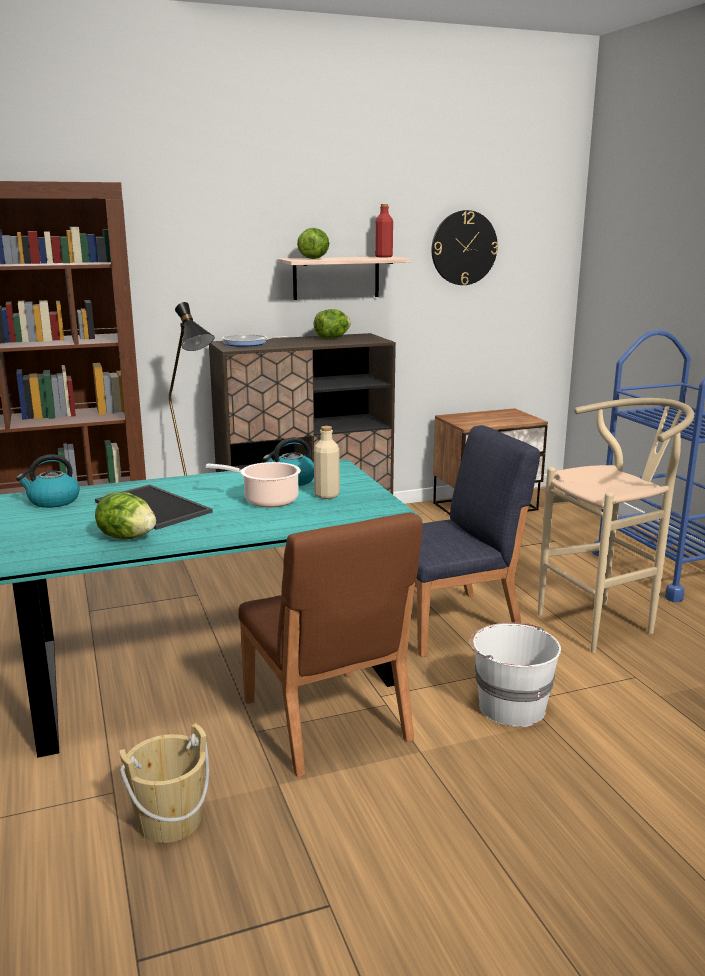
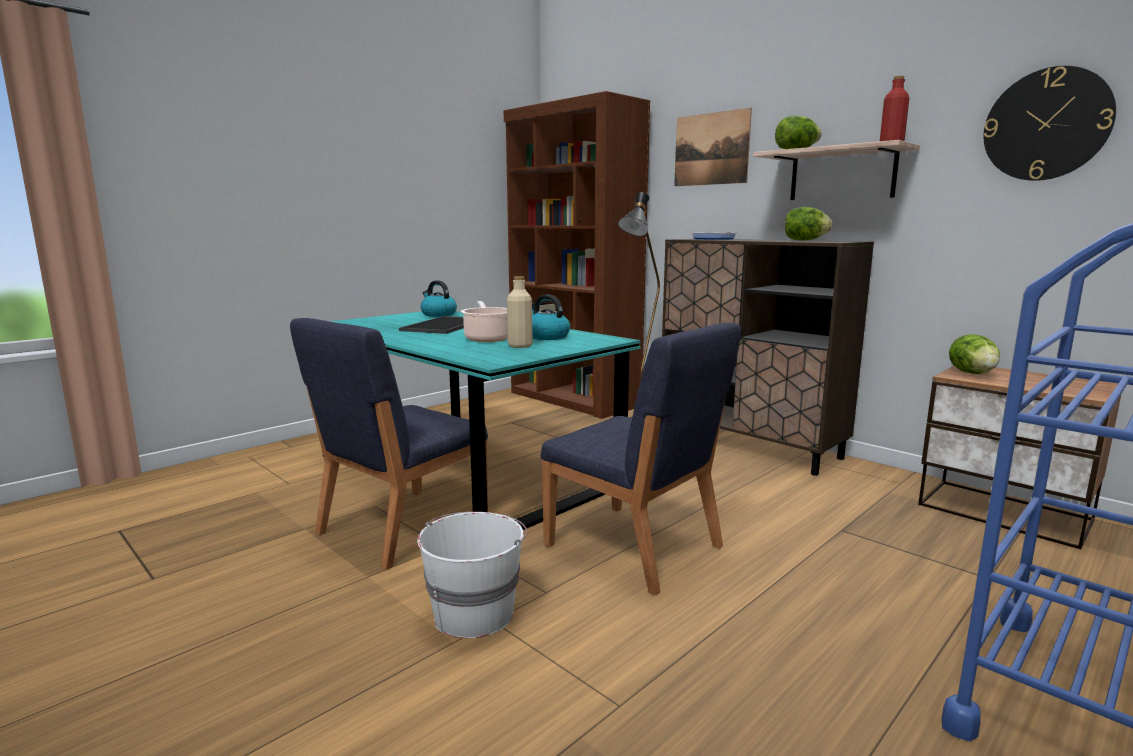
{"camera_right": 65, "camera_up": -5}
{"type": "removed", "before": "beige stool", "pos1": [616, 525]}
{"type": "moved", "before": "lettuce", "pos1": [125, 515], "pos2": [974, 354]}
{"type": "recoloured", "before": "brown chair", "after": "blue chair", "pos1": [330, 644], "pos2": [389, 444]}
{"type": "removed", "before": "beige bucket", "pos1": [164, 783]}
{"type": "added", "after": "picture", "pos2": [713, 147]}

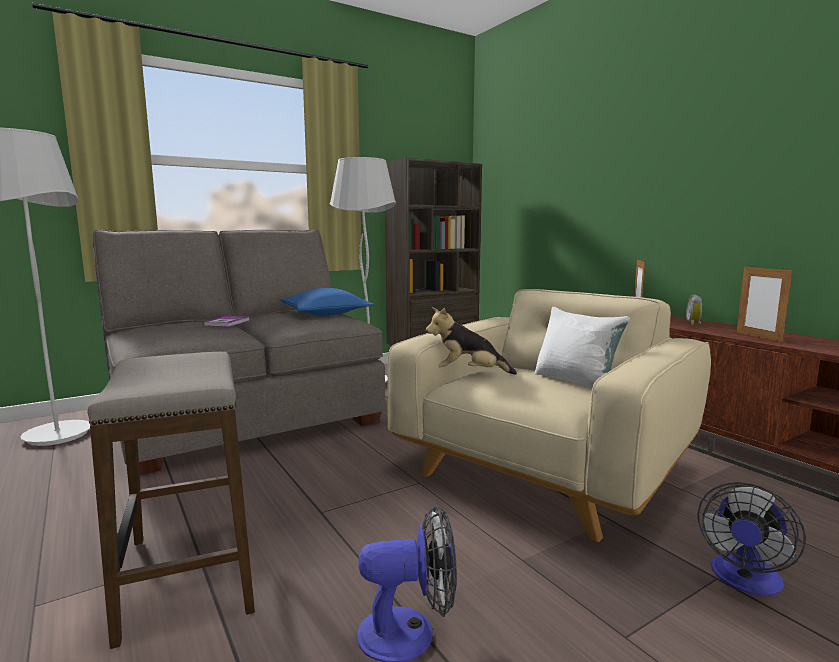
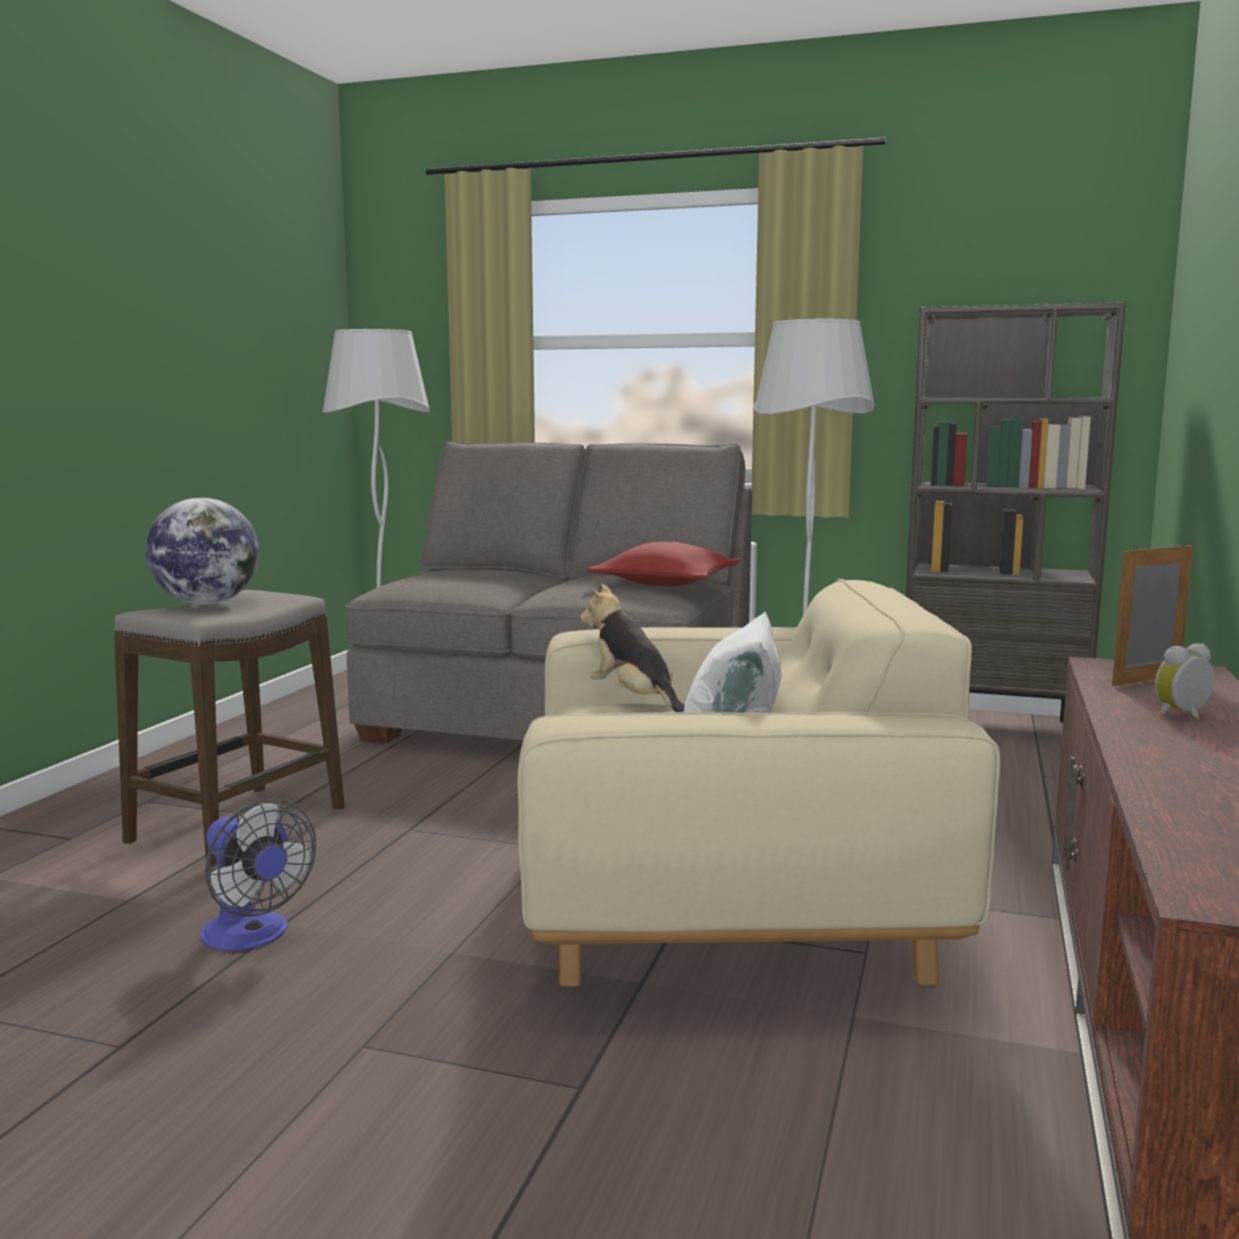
{"camera_right": 50, "camera_up": 0}
{"type": "removed", "before": "picture frame", "pos1": [764, 303]}
{"type": "recoloured", "before": "blue pillow", "after": "red pillow", "pos1": [328, 301], "pos2": [664, 563]}
{"type": "removed", "before": "book", "pos1": [226, 321]}
{"type": "removed", "before": "fan", "pos1": [752, 539]}
{"type": "added", "after": "globe", "pos2": [202, 551]}

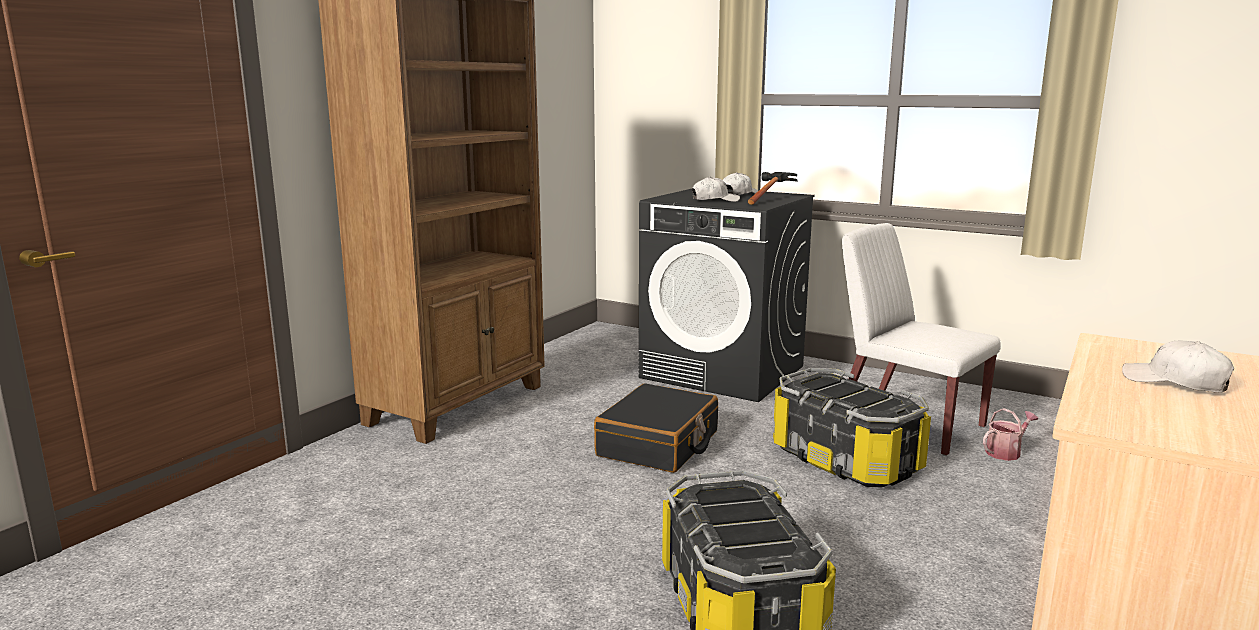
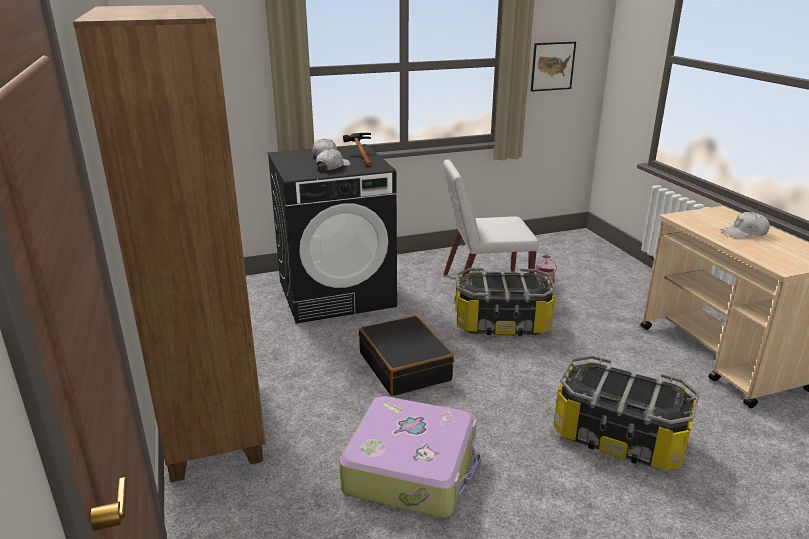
{"camera_right": -50, "camera_up": 10}
{"type": "added", "after": "picture", "pos2": [553, 67]}
{"type": "added", "after": "suitcase", "pos2": [410, 457]}

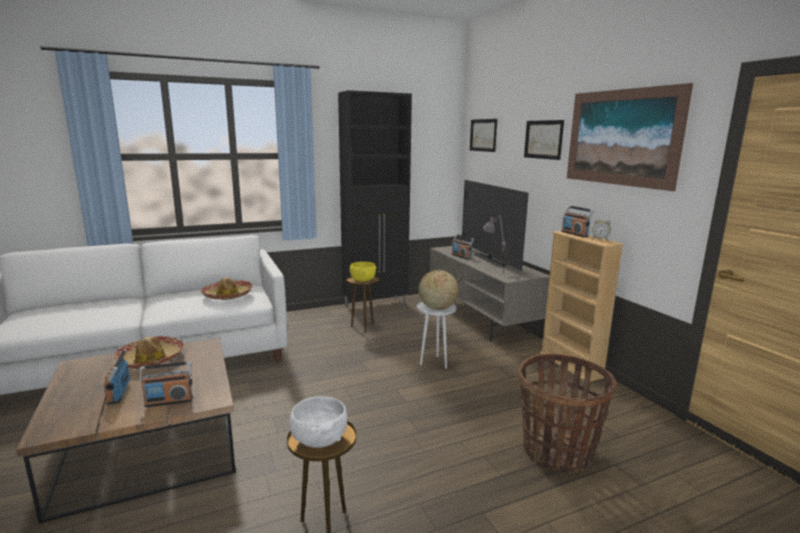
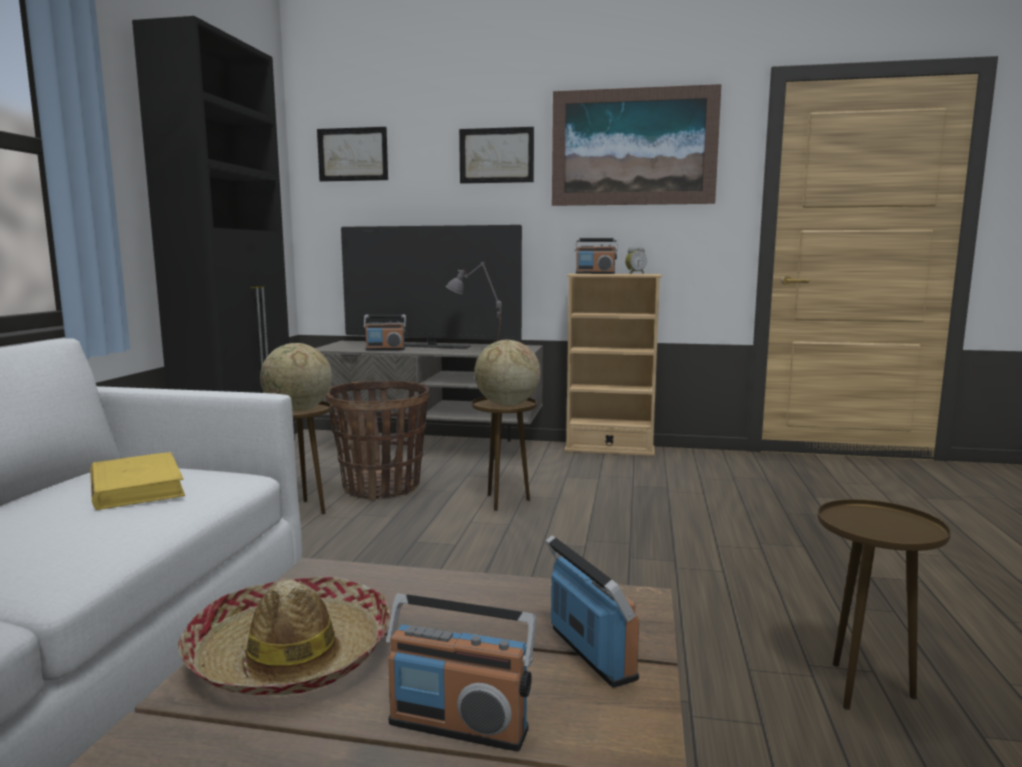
{"camera_right": -55, "camera_up": -5}
{"type": "replaced", "before": "yellow bowl", "after": "globe", "pos1": [363, 272], "pos2": [296, 377]}
{"type": "replaced", "before": "hat", "after": "yellow book", "pos1": [227, 288], "pos2": [137, 481]}
{"type": "recoloured", "before": "white side table", "after": "brown side table", "pos1": [437, 335], "pos2": [504, 454]}
{"type": "moved", "before": "basket", "pos1": [567, 413], "pos2": [377, 440]}
{"type": "turned", "before": "radio", "pos1": [166, 384], "pos2": [592, 611], "turn": -45}
{"type": "removed", "before": "white bowl", "pos1": [318, 422]}

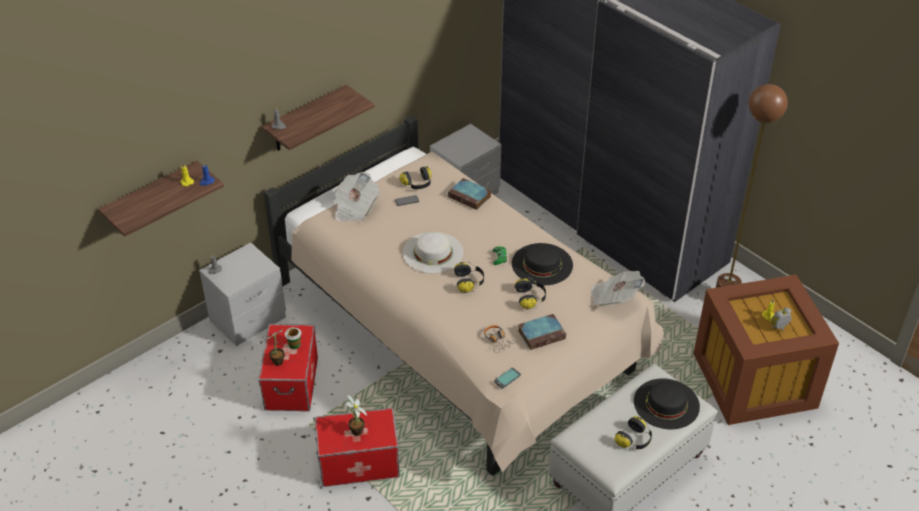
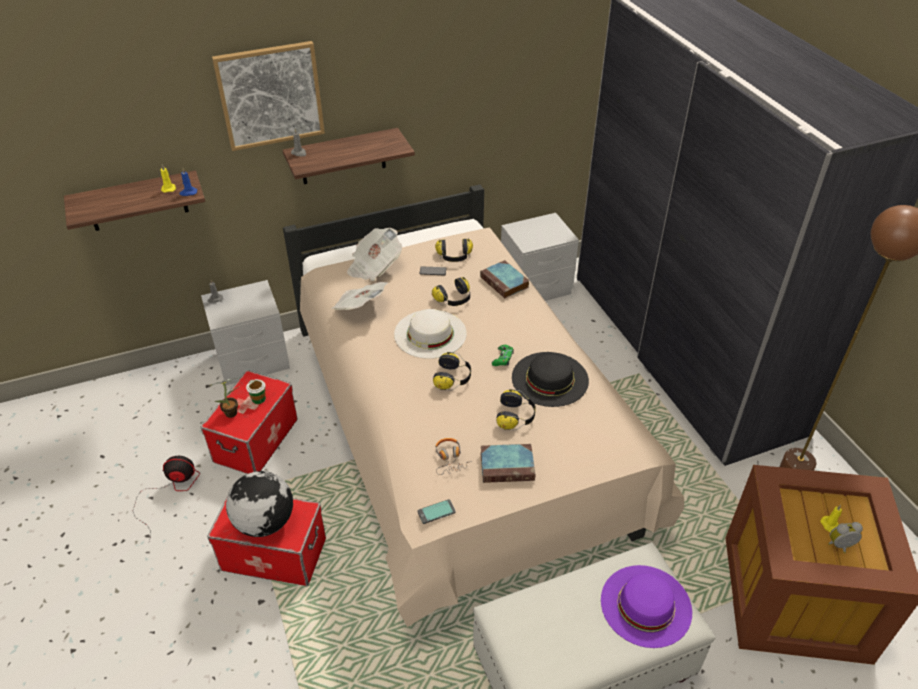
{"camera_right": 20, "camera_up": 0}
{"type": "moved", "before": "newspaper", "pos1": [618, 288], "pos2": [359, 296]}
{"type": "recoloured", "before": "black hat", "after": "purple hat", "pos1": [667, 403], "pos2": [646, 606]}
{"type": "replaced", "before": "potted plant", "after": "globe", "pos1": [356, 415], "pos2": [259, 504]}
{"type": "moved", "before": "headphones", "pos1": [633, 433], "pos2": [451, 291]}
{"type": "added", "after": "picture", "pos2": [268, 96]}
{"type": "added", "after": "fan", "pos2": [166, 498]}

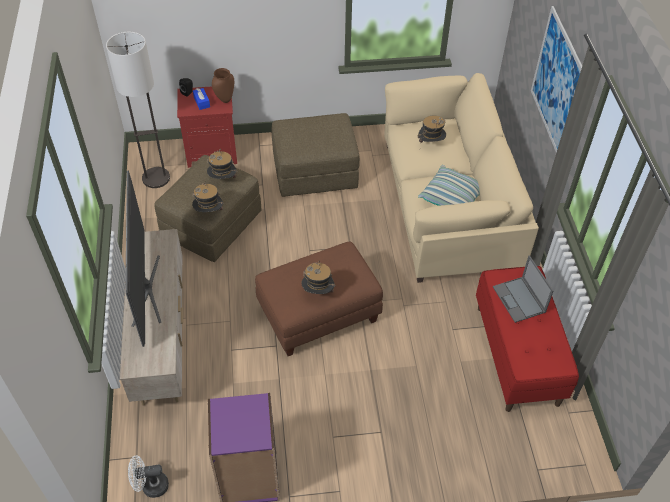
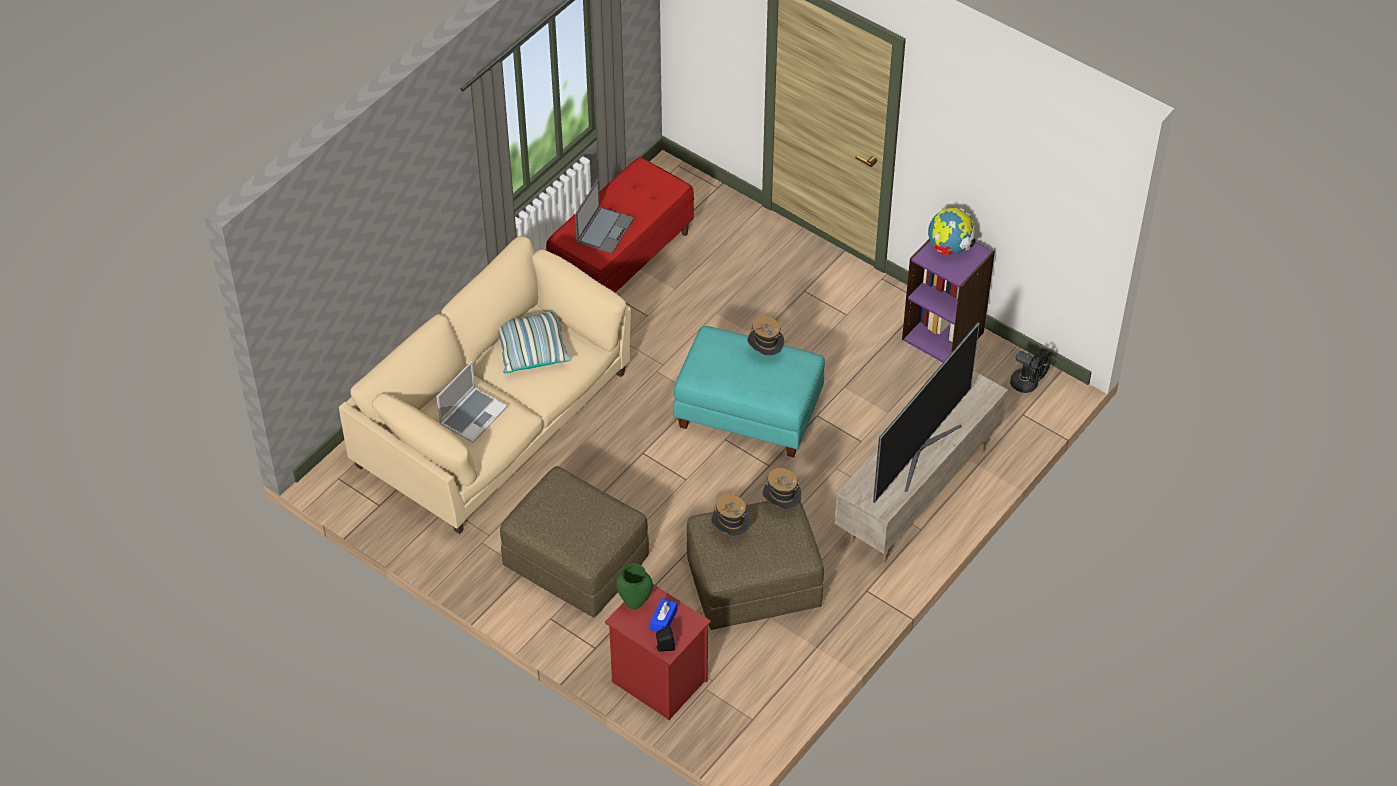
{"camera_right": -135, "camera_up": 0}
{"type": "removed", "before": "picture", "pos1": [556, 79]}
{"type": "removed", "before": "floor lamp", "pos1": [138, 109]}
{"type": "recoloured", "before": "brown vase", "after": "green vase", "pos1": [223, 85], "pos2": [634, 586]}
{"type": "replaced", "before": "hat", "after": "laptop", "pos1": [431, 130], "pos2": [472, 402]}
{"type": "recoloured", "before": "brown ottoman", "after": "turquoise ottoman", "pos1": [319, 298], "pos2": [749, 391]}
{"type": "recoloured", "before": "white fan", "after": "black fan", "pos1": [148, 476], "pos2": [1030, 371]}
{"type": "added", "after": "globe", "pos2": [951, 231]}

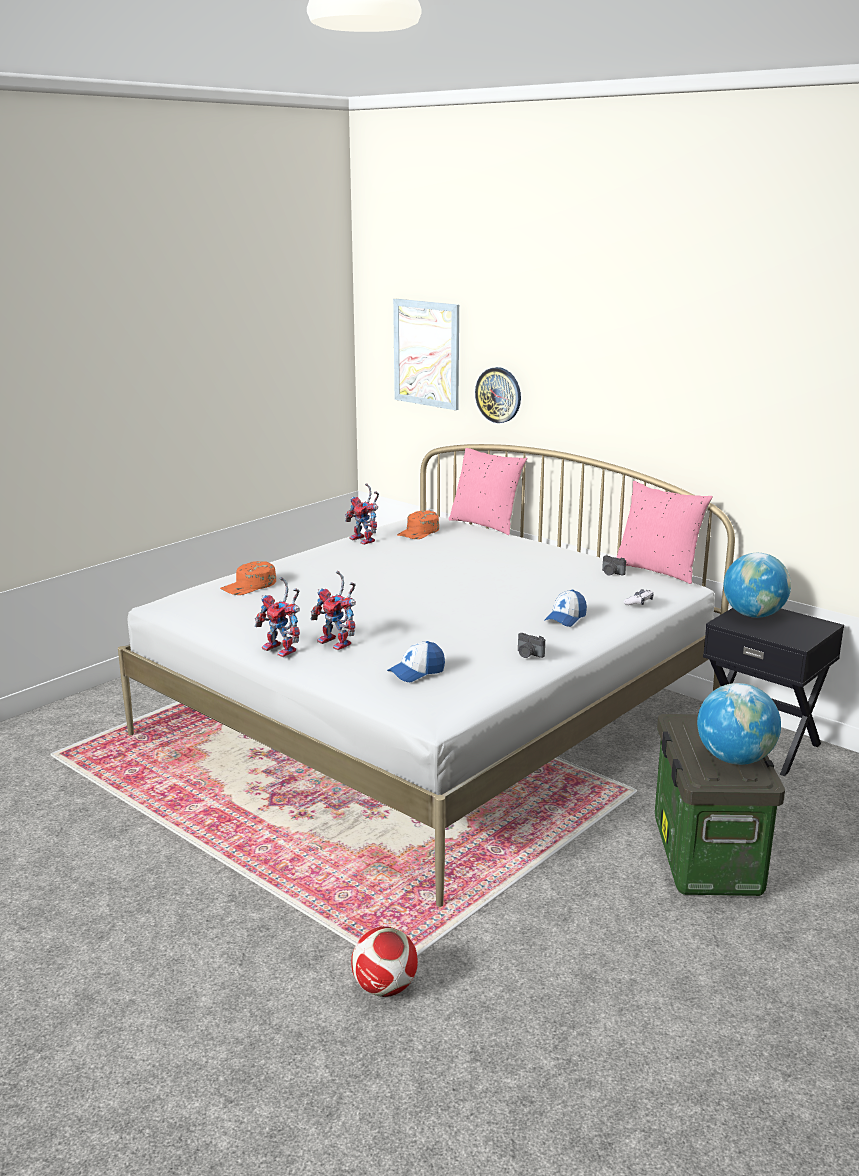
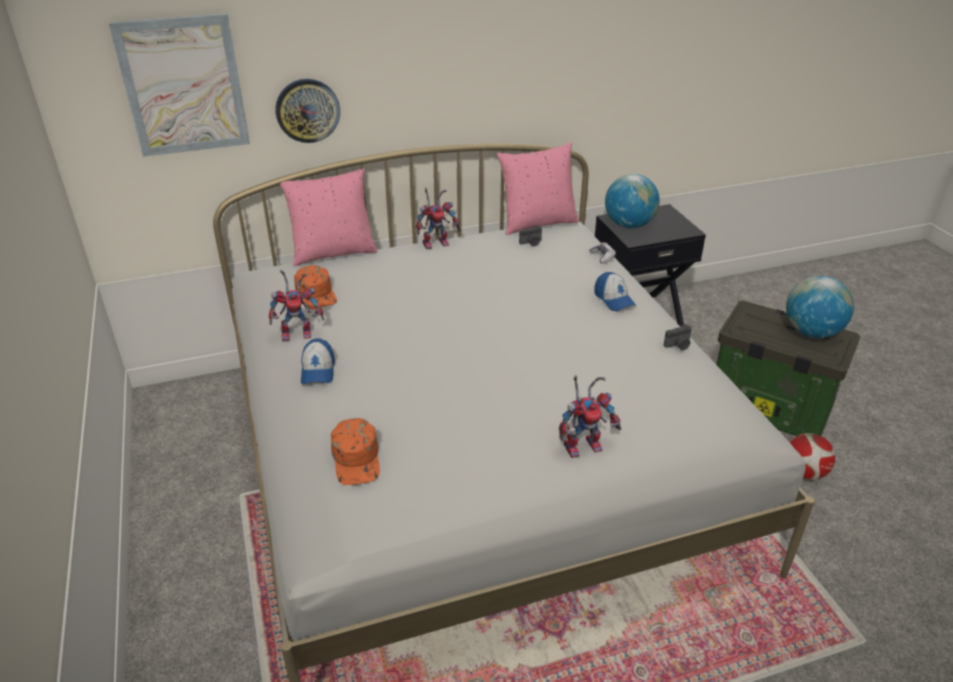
{"camera_right": -60, "camera_up": 15}
{"type": "moved", "before": "toy robot", "pos1": [277, 617], "pos2": [438, 218]}
{"type": "moved", "before": "cap", "pos1": [416, 661], "pos2": [318, 361]}
{"type": "moved", "before": "football", "pos1": [384, 961], "pos2": [812, 456]}

